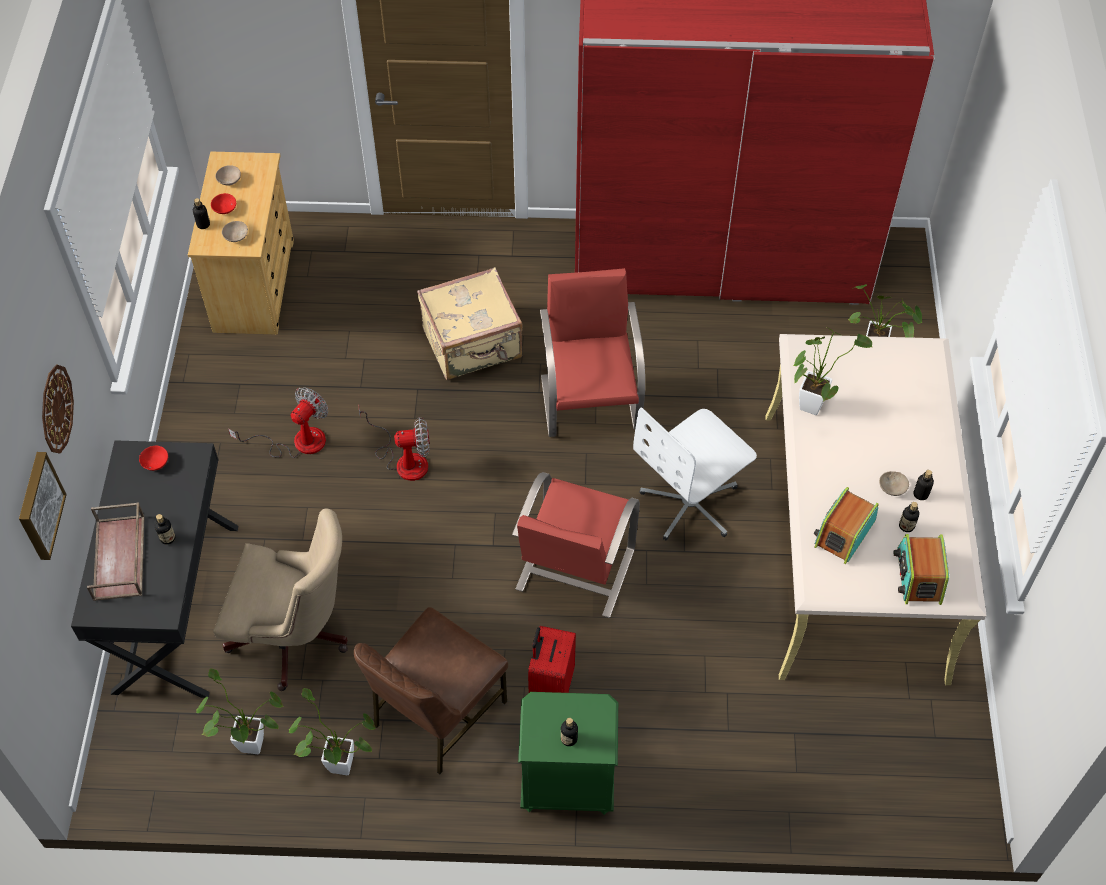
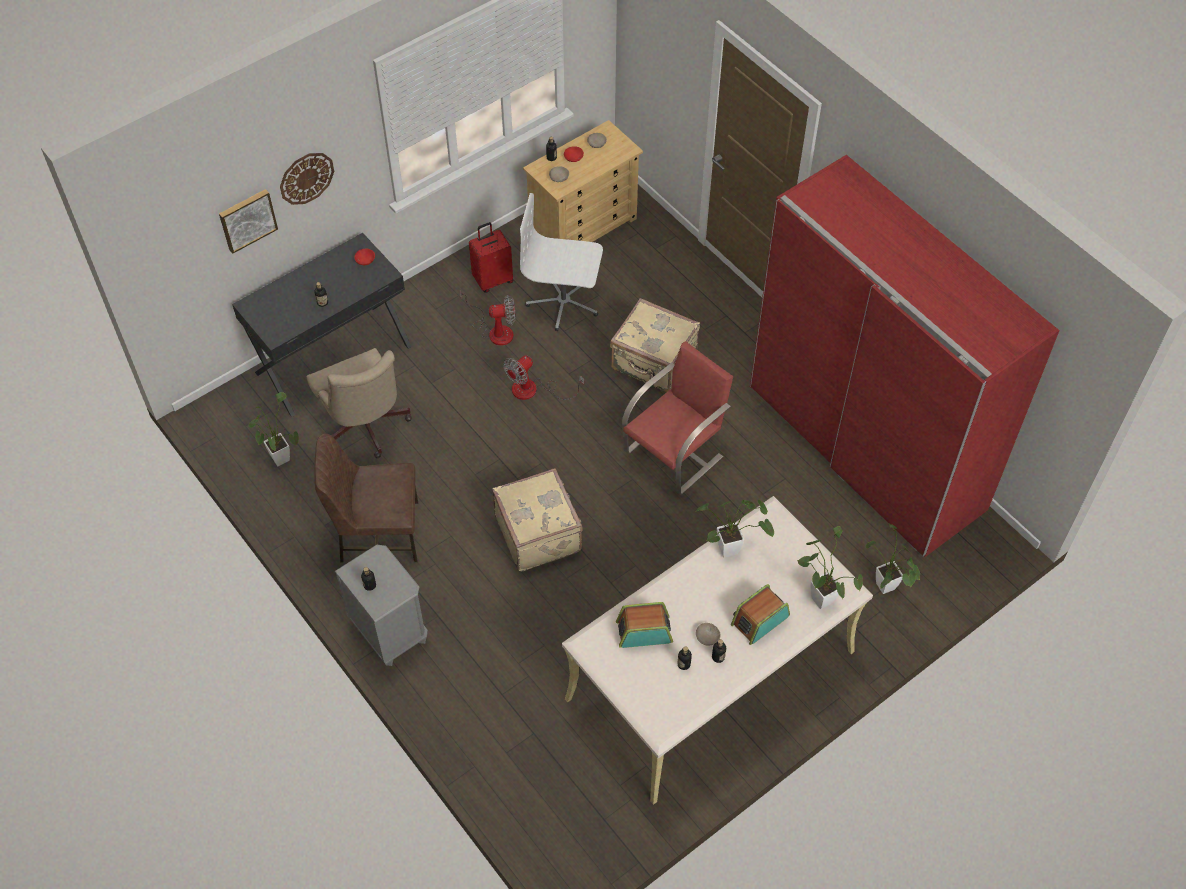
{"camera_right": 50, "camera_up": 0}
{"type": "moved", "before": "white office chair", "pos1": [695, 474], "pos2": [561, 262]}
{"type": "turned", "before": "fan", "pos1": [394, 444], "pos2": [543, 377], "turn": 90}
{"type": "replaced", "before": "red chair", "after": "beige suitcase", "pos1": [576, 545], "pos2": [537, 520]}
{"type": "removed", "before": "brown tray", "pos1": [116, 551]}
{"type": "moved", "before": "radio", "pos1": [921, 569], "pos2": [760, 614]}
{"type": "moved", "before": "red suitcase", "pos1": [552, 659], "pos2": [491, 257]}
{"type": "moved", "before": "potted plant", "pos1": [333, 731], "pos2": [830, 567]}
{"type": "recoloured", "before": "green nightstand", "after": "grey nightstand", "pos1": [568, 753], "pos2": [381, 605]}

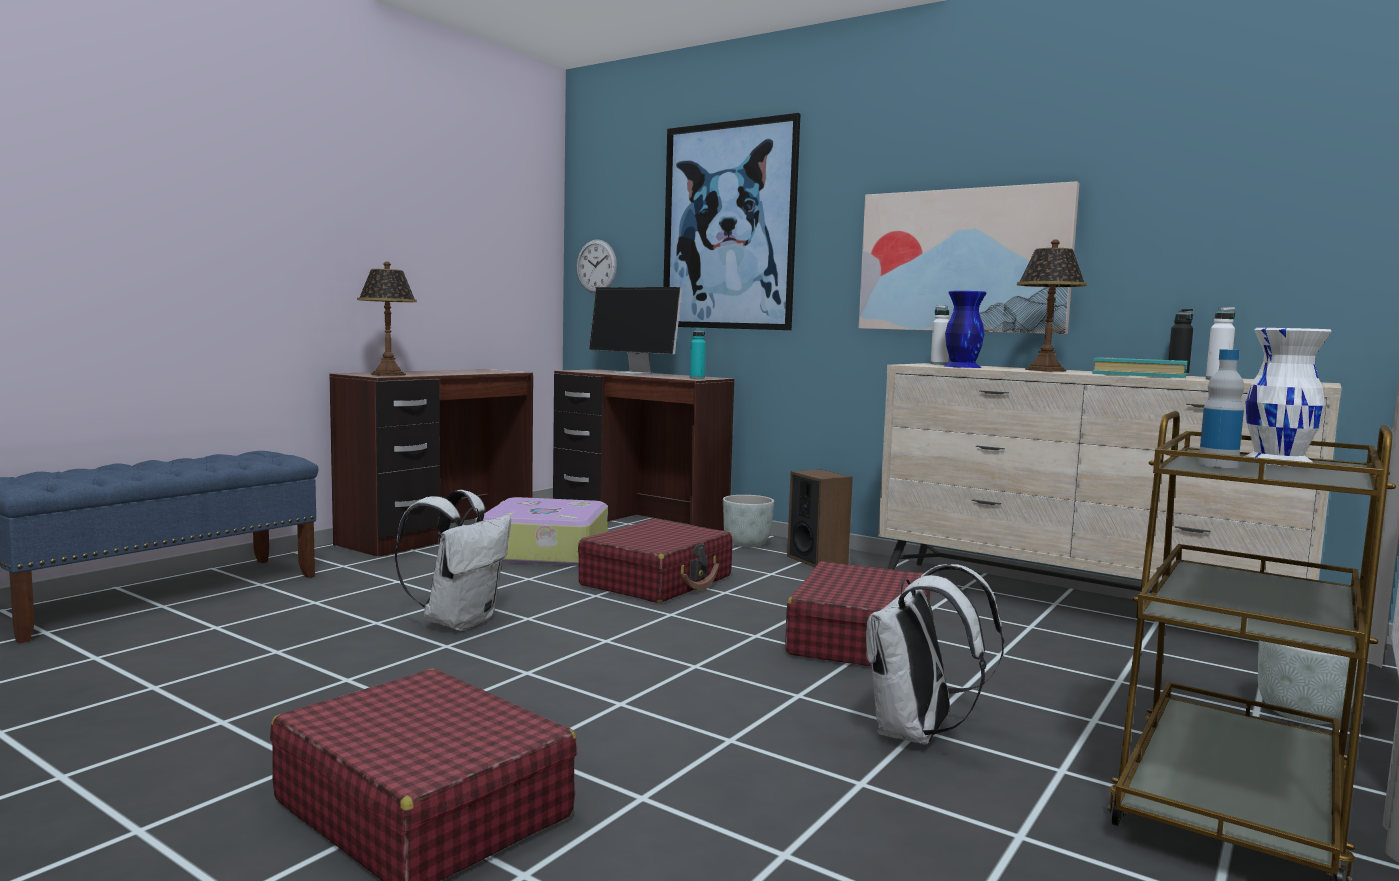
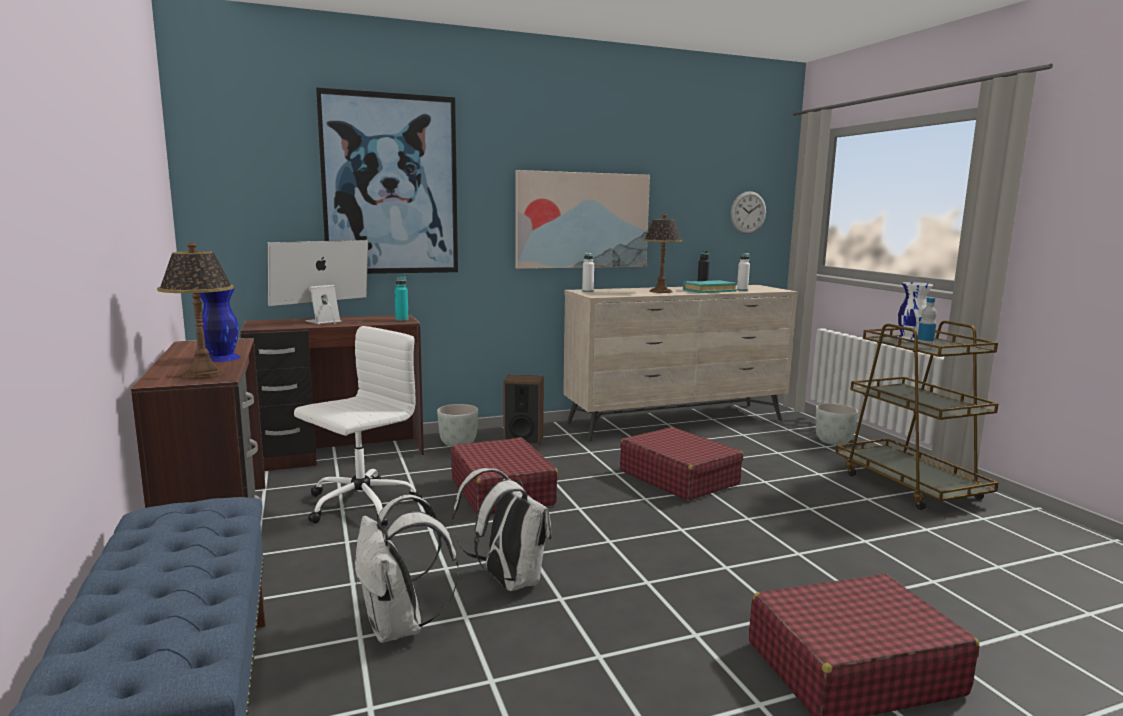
{"camera_right": -55, "camera_up": 5}
{"type": "moved", "before": "wall clock", "pos1": [596, 266], "pos2": [748, 212]}
{"type": "turned", "before": "monitor", "pos1": [635, 331], "pos2": [317, 282], "turn": 150}
{"type": "moved", "before": "blue vase", "pos1": [965, 329], "pos2": [220, 325]}
{"type": "replaced", "before": "suitcase", "after": "white office chair", "pos1": [541, 531], "pos2": [358, 426]}
{"type": "moved", "before": "white backpack", "pos1": [935, 654], "pos2": [407, 569]}

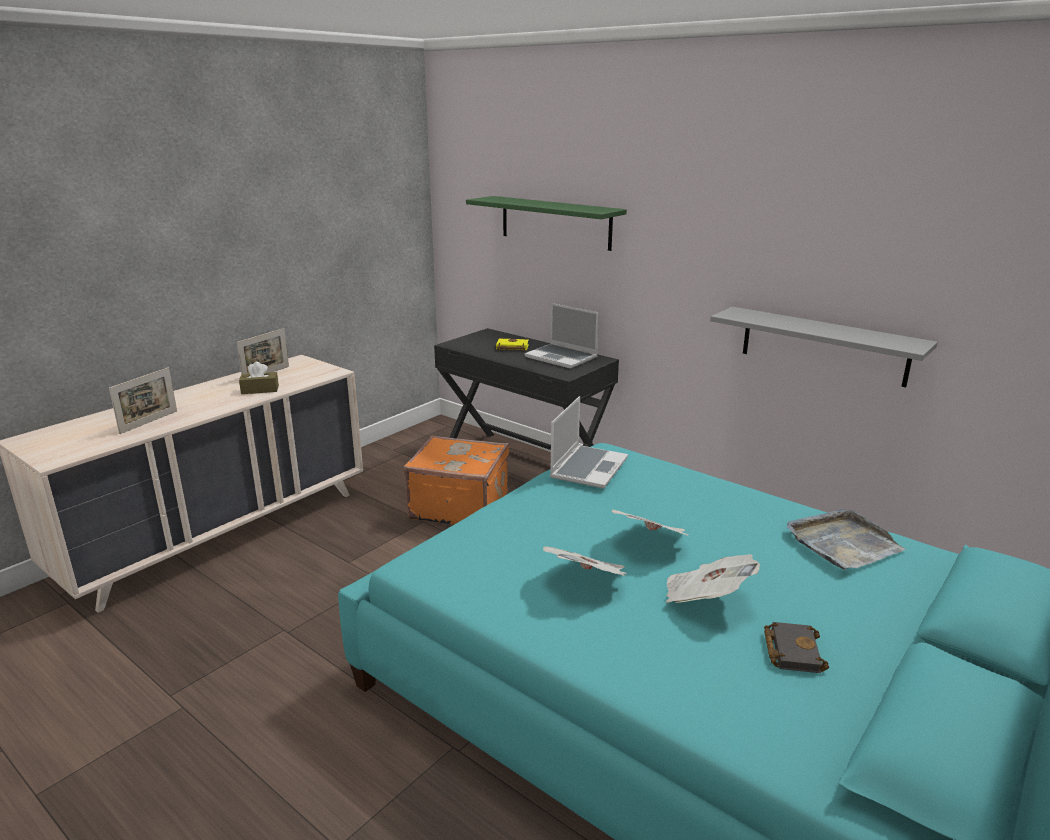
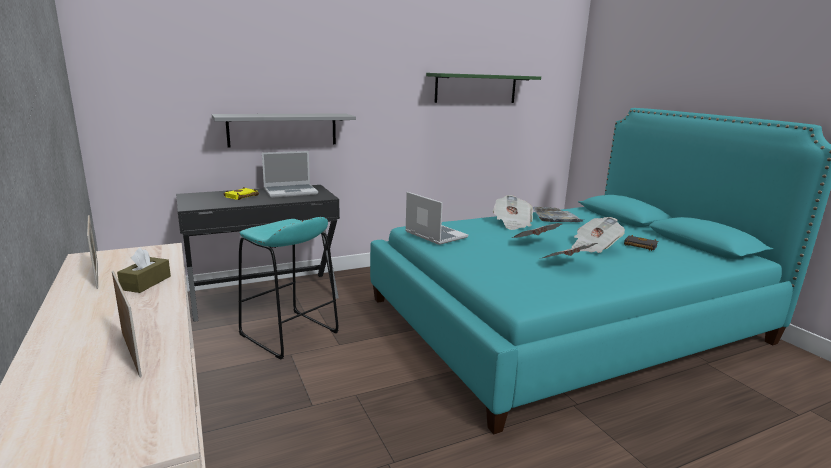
{"camera_right": -65, "camera_up": -5}
{"type": "moved", "before": "green shelf", "pos1": [546, 223], "pos2": [483, 88]}
{"type": "moved", "before": "grey shelf", "pos1": [824, 347], "pos2": [284, 130]}
{"type": "replaced", "before": "orange suitcase", "after": "turquoise stool", "pos1": [457, 480], "pos2": [288, 288]}
{"type": "added", "after": "newspaper", "pos2": [513, 212]}

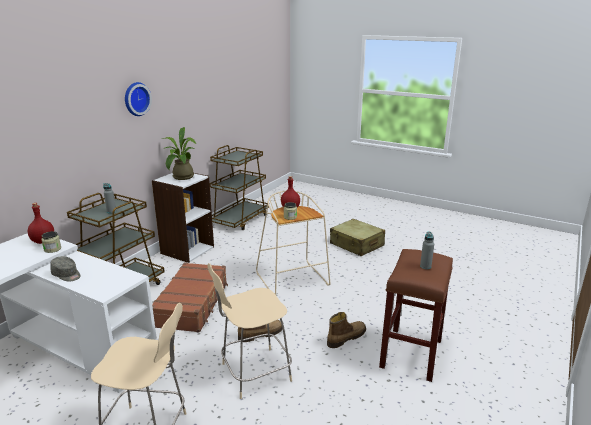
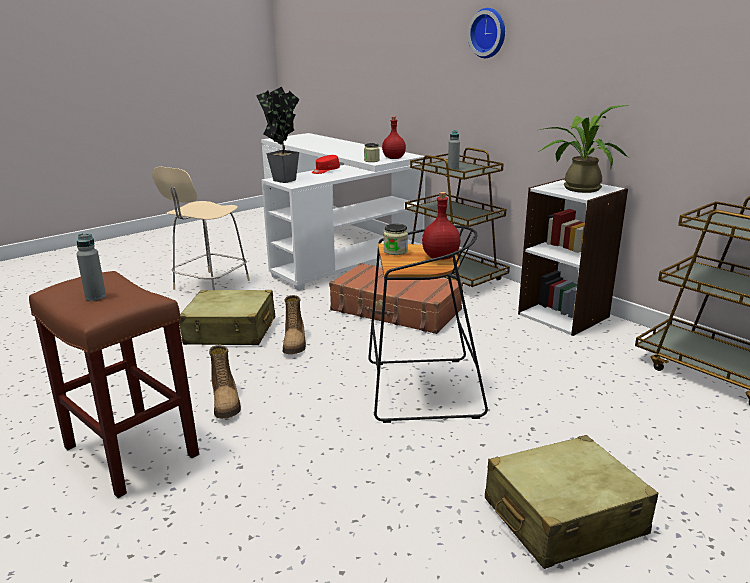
{"camera_right": 110, "camera_up": 0}
{"type": "moved", "before": "wall clock", "pos1": [138, 99], "pos2": [486, 33]}
{"type": "recoloured", "before": "beige stool", "after": "black stool", "pos1": [293, 242], "pos2": [428, 324]}
{"type": "recoloured", "before": "grey cap", "after": "red cap", "pos1": [65, 268], "pos2": [326, 164]}
{"type": "replaced", "before": "beige chair", "after": "beige suitcase", "pos1": [249, 331], "pos2": [227, 317]}
{"type": "added", "after": "potted plant", "pos2": [278, 135]}

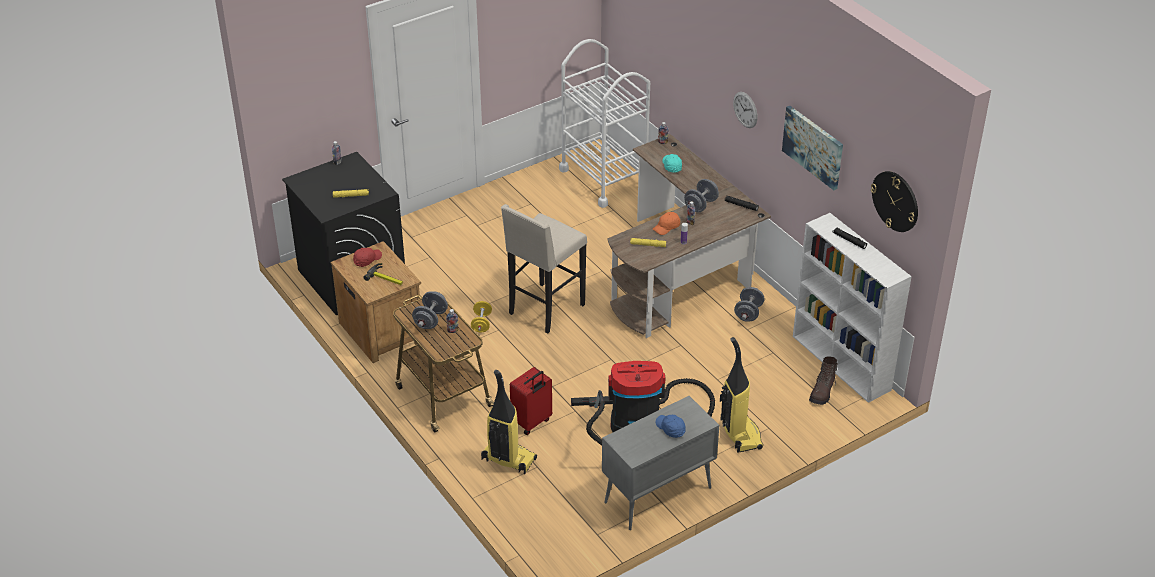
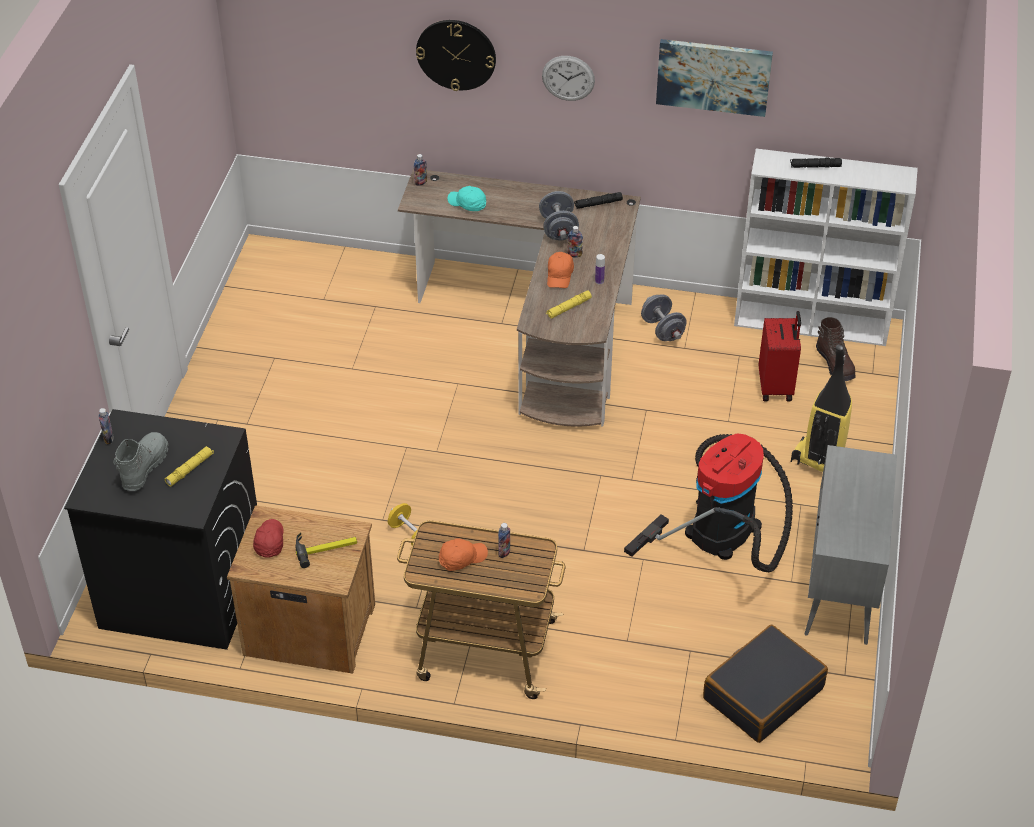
{"camera_right": -45, "camera_up": 5}
{"type": "removed", "before": "white cart", "pos1": [604, 123]}
{"type": "moved", "before": "wall clock", "pos1": [894, 201], "pos2": [456, 55]}
{"type": "removed", "before": "beige stool", "pos1": [544, 268]}
{"type": "replaced", "before": "grey dumbbell", "after": "orange cap", "pos1": [430, 310], "pos2": [463, 554]}
{"type": "moved", "before": "red suitcase", "pos1": [531, 401], "pos2": [780, 356]}
{"type": "removed", "before": "vacuum cleaner", "pos1": [509, 422]}
{"type": "removed", "before": "blue cap", "pos1": [671, 426]}
{"type": "added", "after": "grey boot", "pos2": [140, 461]}
{"type": "added", "after": "black suitcase", "pos2": [765, 684]}

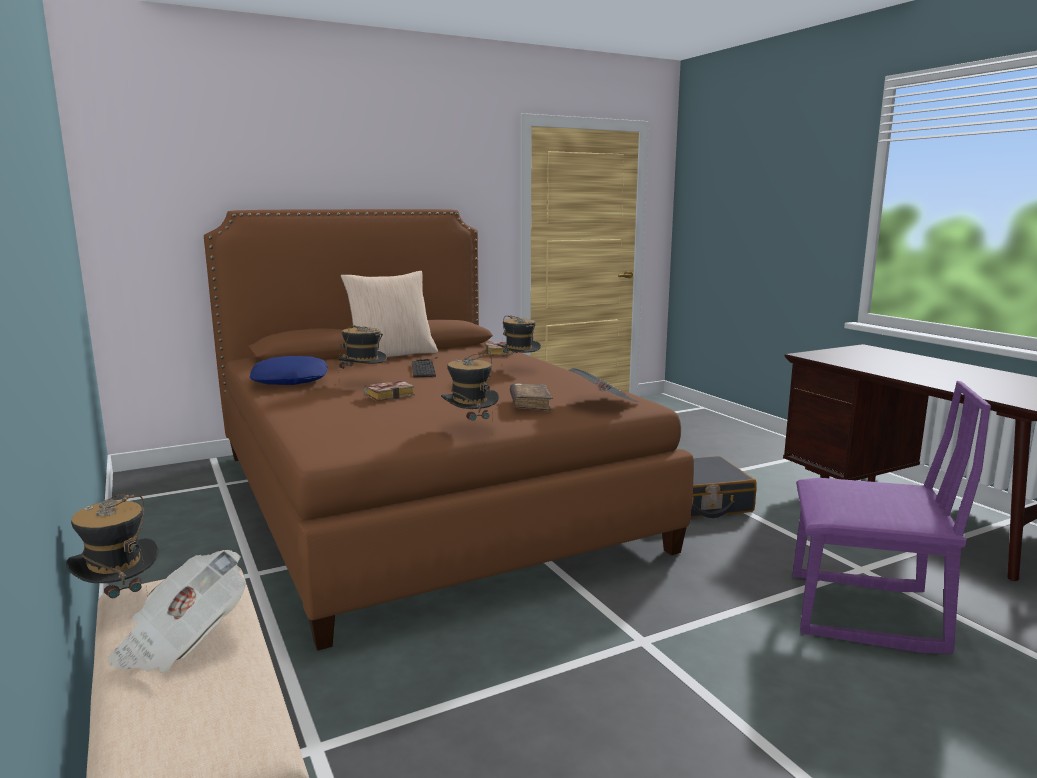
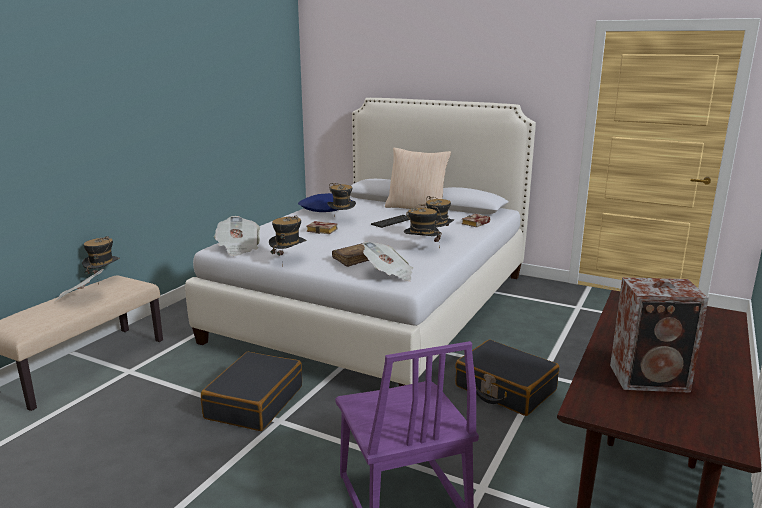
{"camera_right": 55, "camera_up": 5}
{"type": "recoloured", "before": "brown bed", "after": "white bed", "pos1": [449, 430], "pos2": [360, 242]}
{"type": "added", "after": "hat", "pos2": [423, 226]}
{"type": "added", "after": "newspaper", "pos2": [237, 236]}
{"type": "added", "after": "speaker", "pos2": [659, 335]}
{"type": "added", "after": "black suitcase", "pos2": [251, 391]}

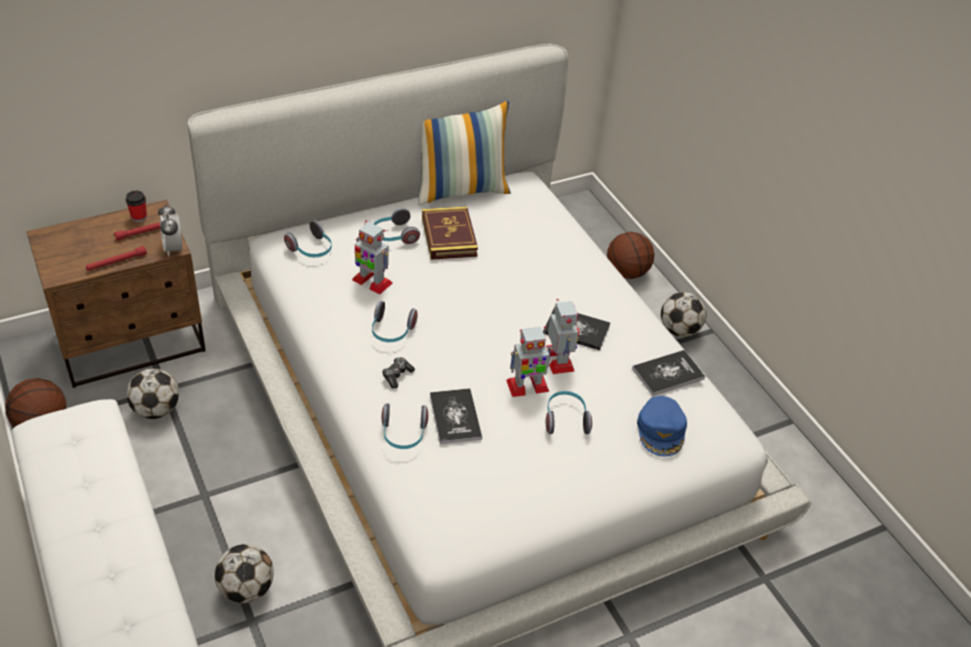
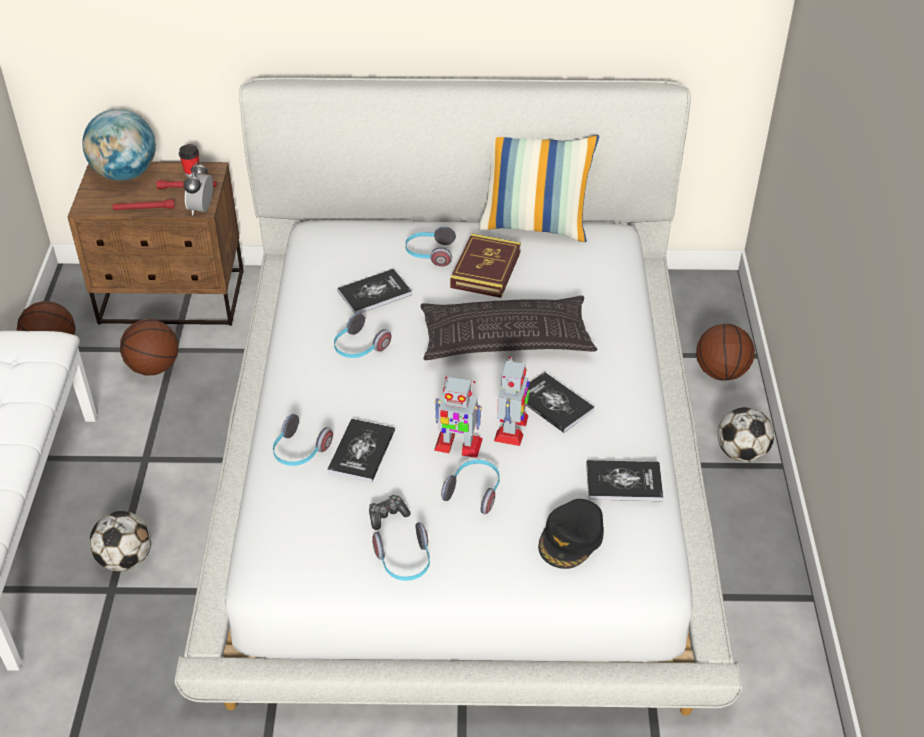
{"camera_right": 30, "camera_up": 0}
{"type": "moved", "before": "headphones", "pos1": [308, 238], "pos2": [401, 551]}
{"type": "replaced", "before": "toy robot", "after": "book", "pos1": [372, 258], "pos2": [374, 291]}
{"type": "moved", "before": "game controller", "pos1": [398, 373], "pos2": [390, 512]}
{"type": "replaced", "before": "football", "after": "basketball", "pos1": [153, 393], "pos2": [149, 347]}
{"type": "recoloured", "before": "blue cap", "after": "black cap", "pos1": [662, 426], "pos2": [571, 534]}
{"type": "added", "after": "globe", "pos2": [119, 145]}
{"type": "added", "after": "pillow", "pos2": [509, 327]}

